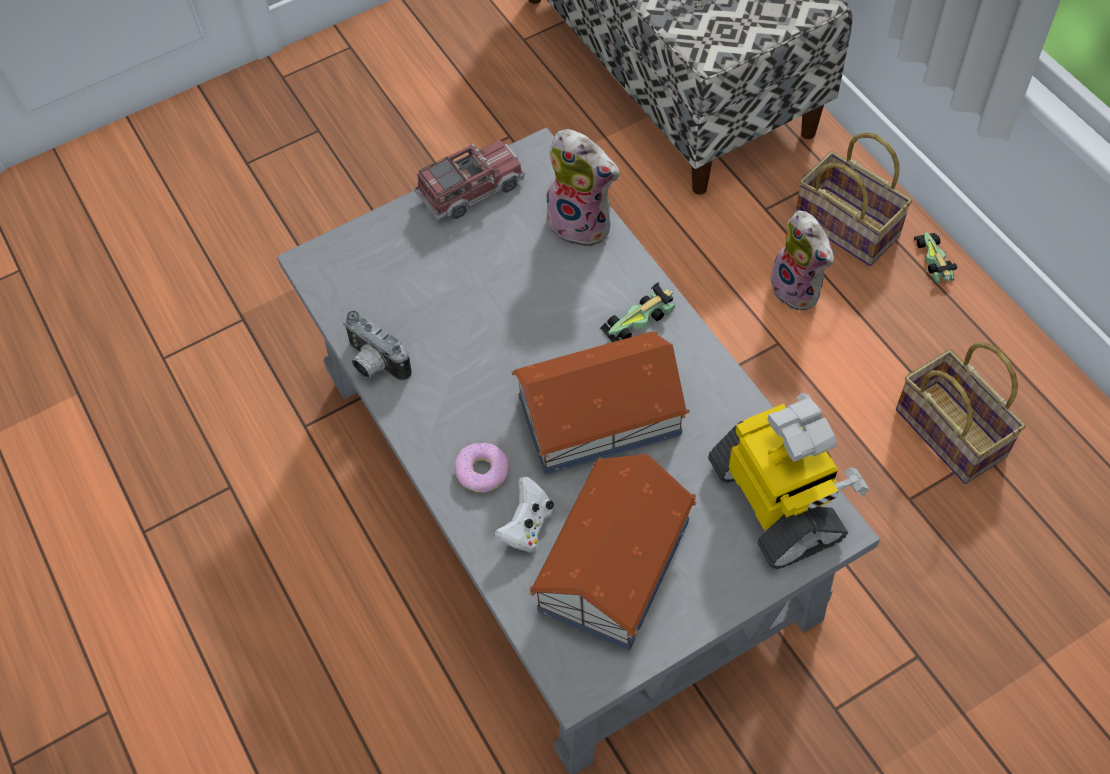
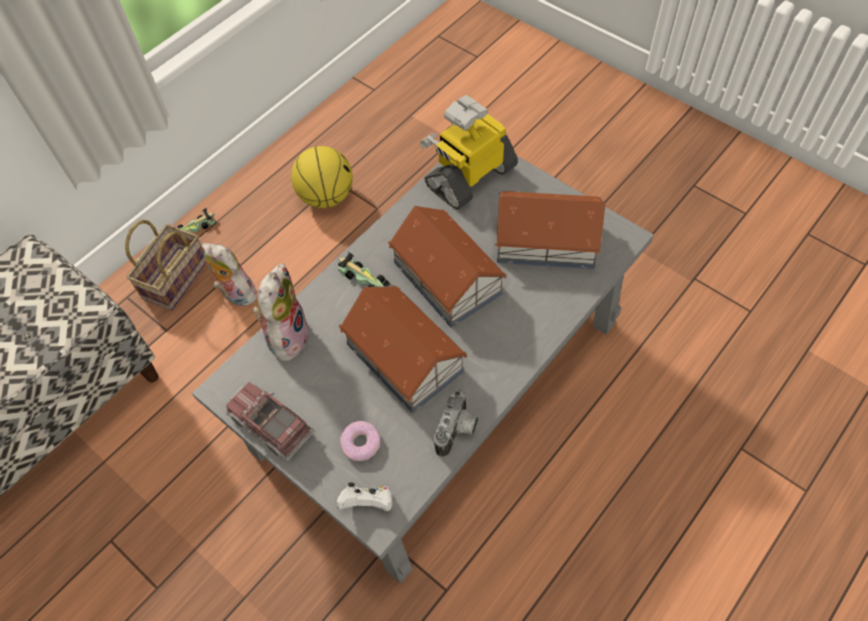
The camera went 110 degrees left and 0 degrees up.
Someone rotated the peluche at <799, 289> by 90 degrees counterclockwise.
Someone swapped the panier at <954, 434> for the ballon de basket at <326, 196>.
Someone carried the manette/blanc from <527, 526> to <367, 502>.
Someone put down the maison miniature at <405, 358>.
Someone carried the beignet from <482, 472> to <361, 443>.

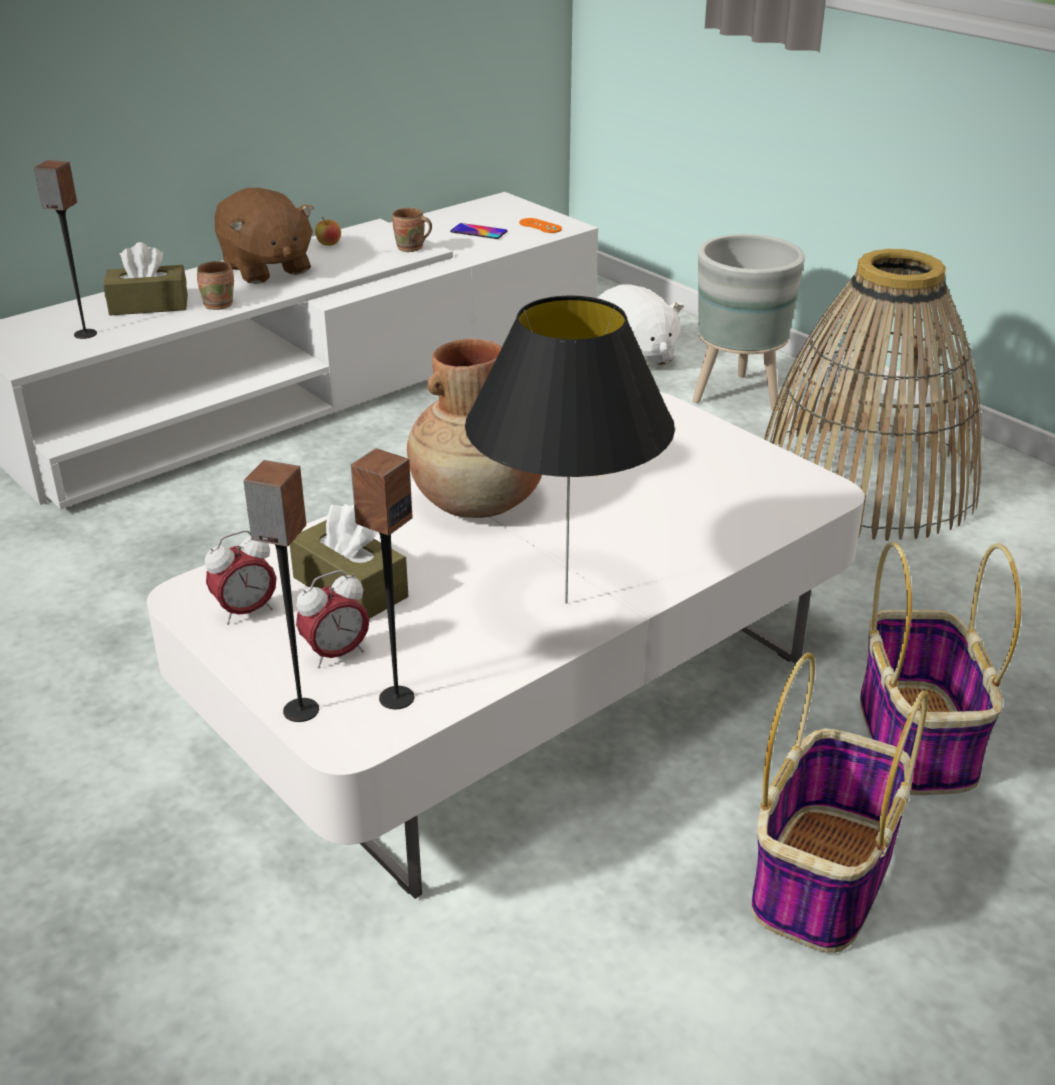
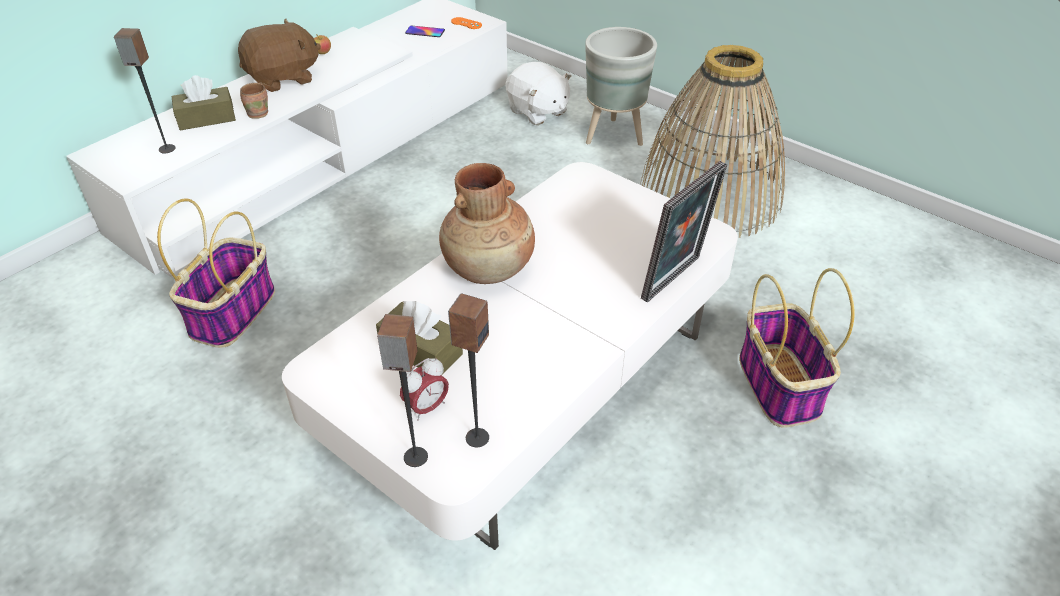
The camera went 10 degrees left and 10 degrees up.
Someone carried the panier from <823, 875> to <233, 312>.
Someone rotated the peluche/marron at <266, 269> by 75 degrees counterclockwise.
Someone put down the cadre photo at <675, 280>.
Someone took away the réveil at <246, 612>.
Someone took away the mug/marron at <411, 249>.
Someone took away the lampe de table/noir at <567, 603>.

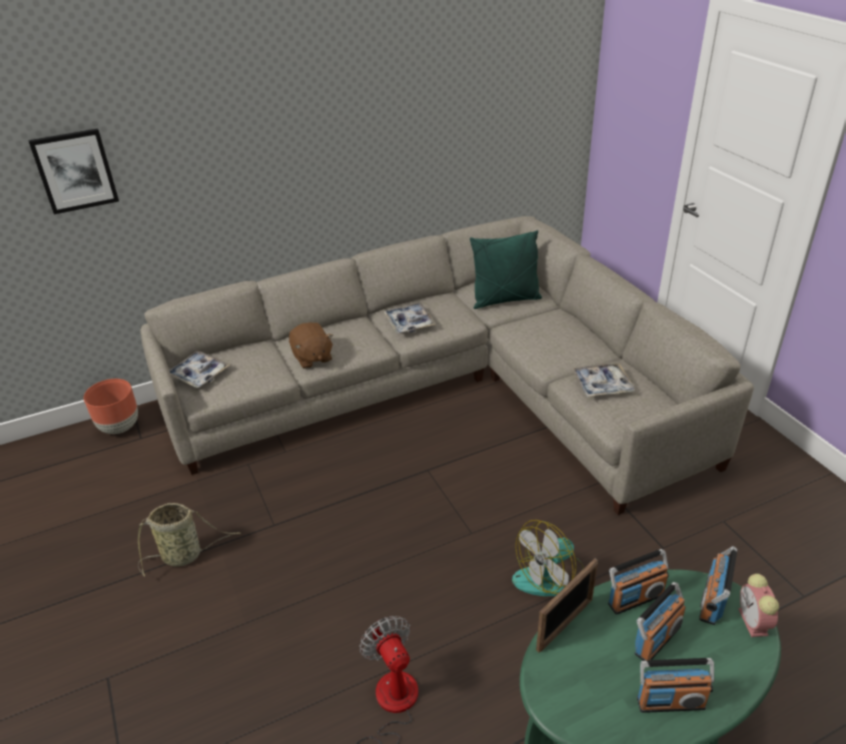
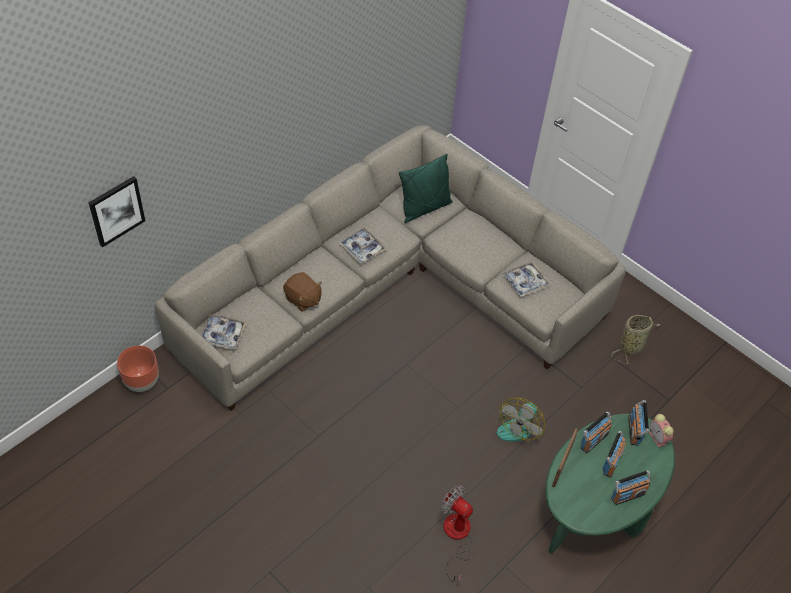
The camera went 25 degrees left and 15 degrees up.
Someone carried the panier from <185, 555> to <632, 345>.

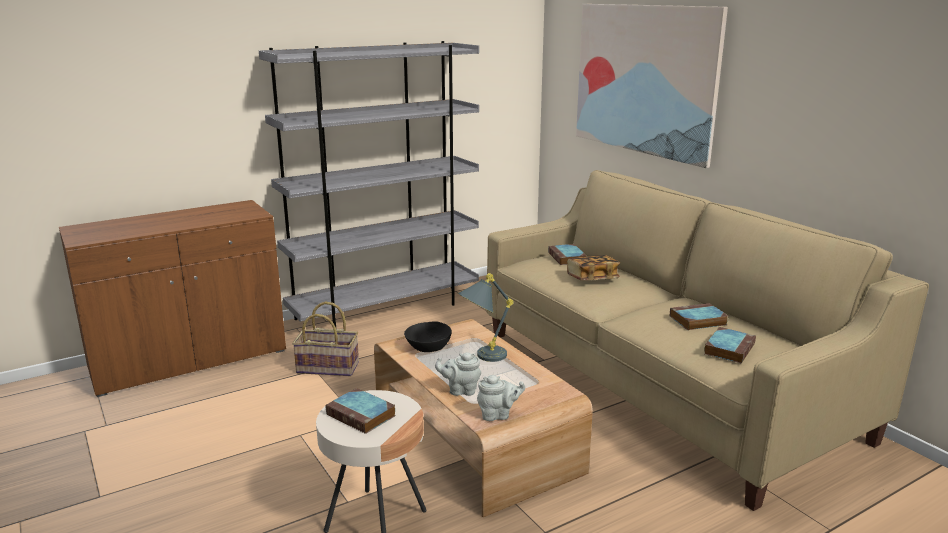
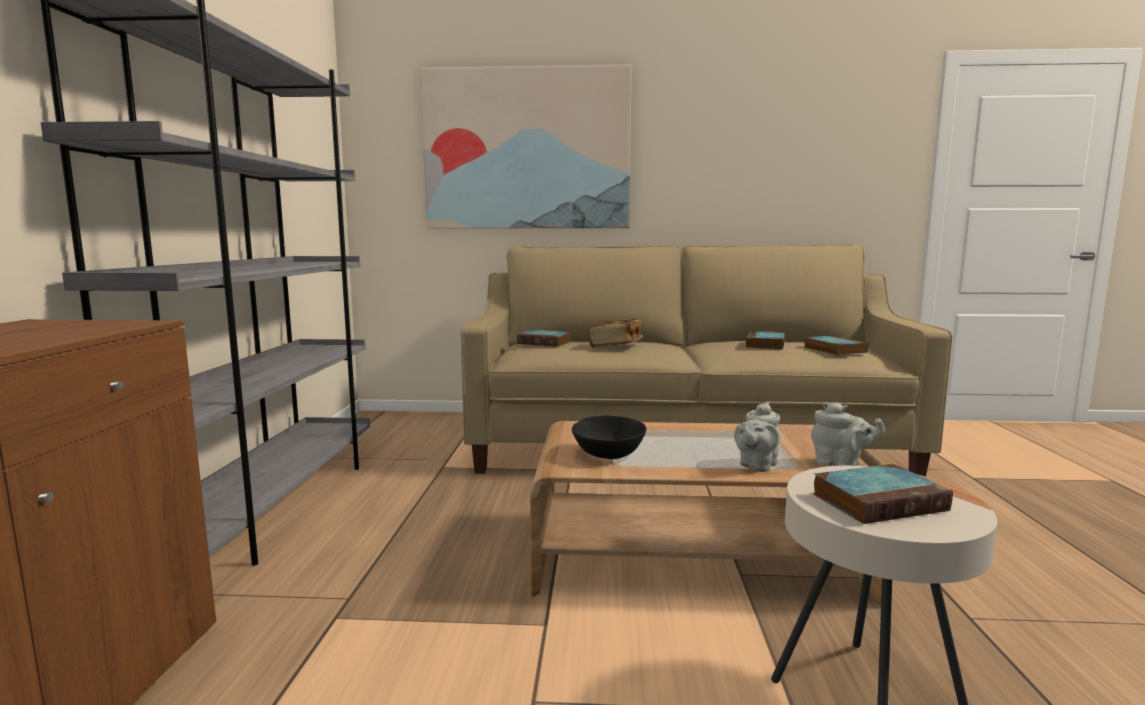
The camera went 55 degrees left and 10 degrees down.
Someone rotated the théière/gris at <498, 415> by 90 degrees clockwise.
Someone took away the panier at <328, 367>.
Someone took away the lampe de table/gris at <482, 357>.

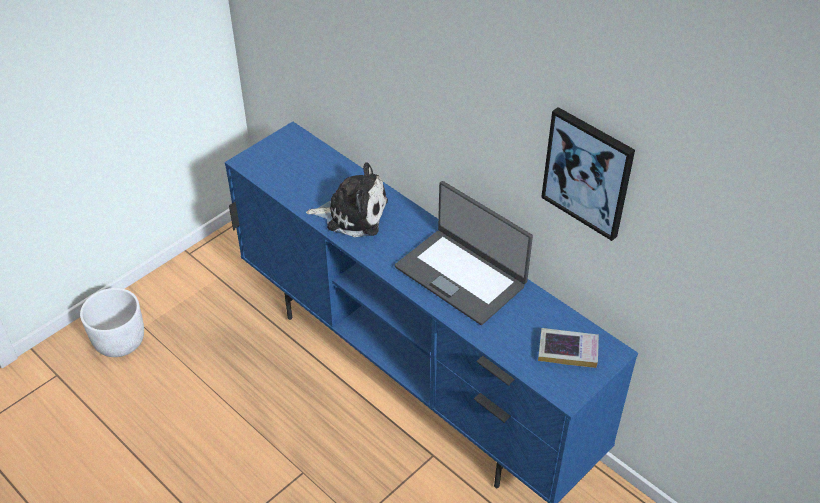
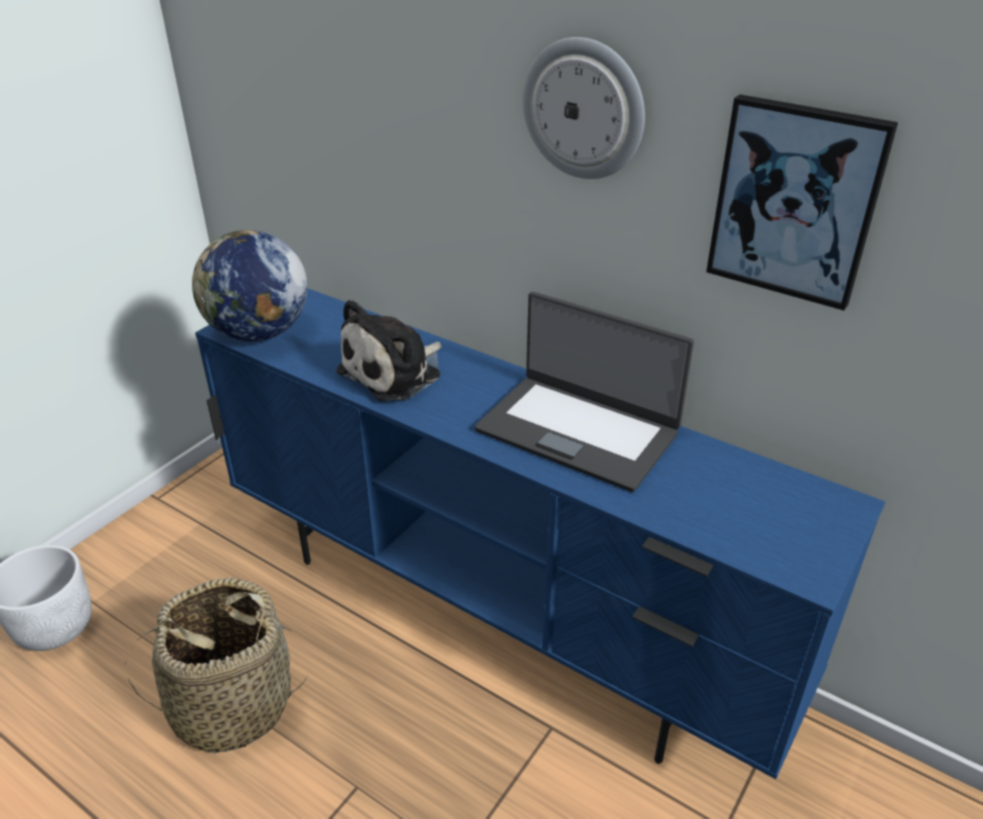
The camera went 10 degrees left and 10 degrees down.
Someone put down the panier at <232, 704>.
Someone put down the globe at <258, 333>.
Someone rotated the peluche at <353, 213> by 135 degrees clockwise.
Someone put up the horloge murale at <584, 109>.
Someone took away the livre at <568, 350>.

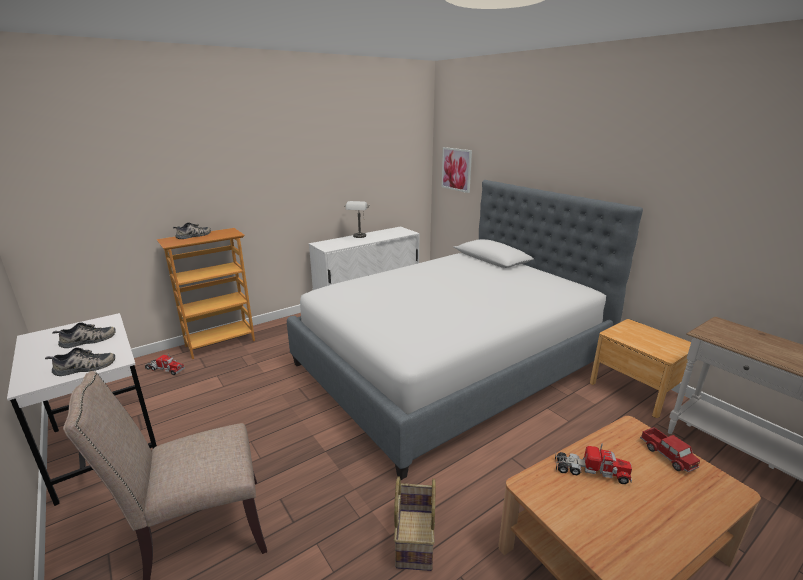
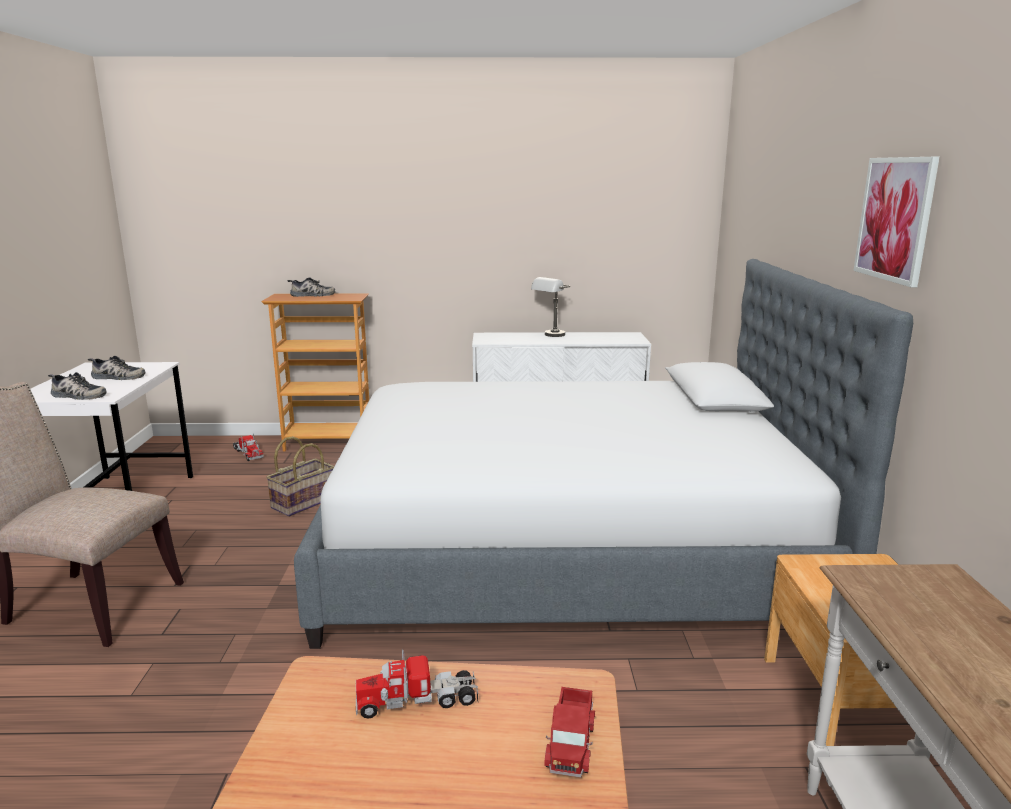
The camera went 35 degrees right and 5 degrees down.
Someone carried the panier from <414, 538> to <303, 502>.
Someone rotated the camion jouet at <590, 471> by 120 degrees clockwise.
Someone carried the tableau from <456, 169> to <895, 219>.

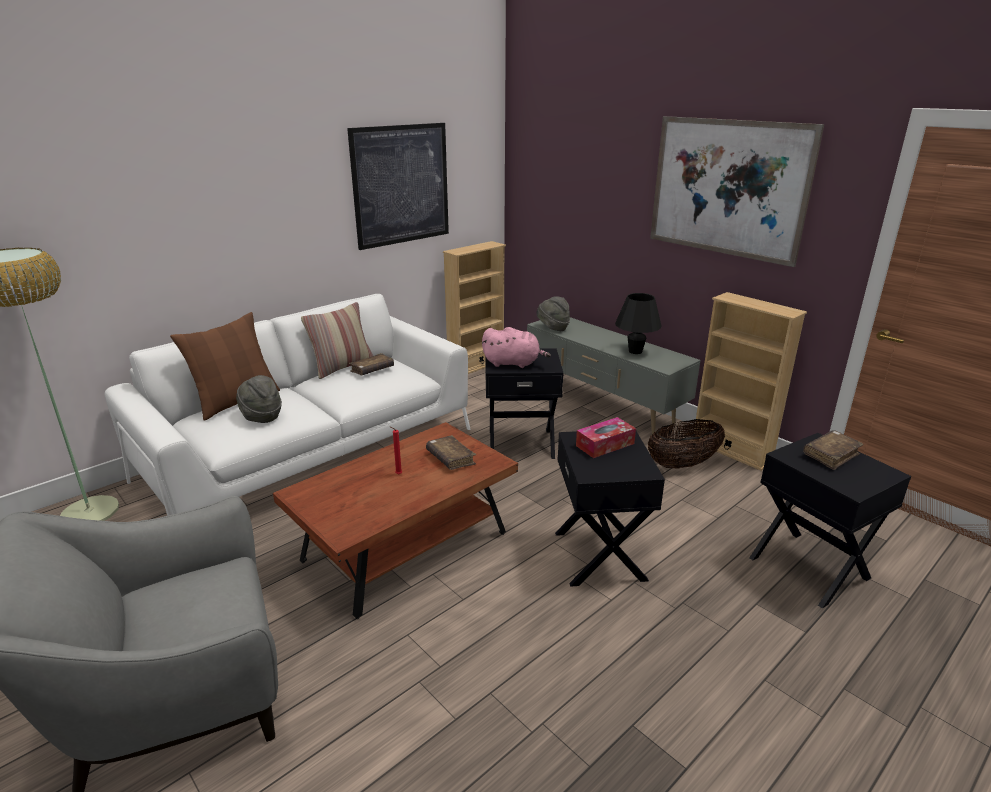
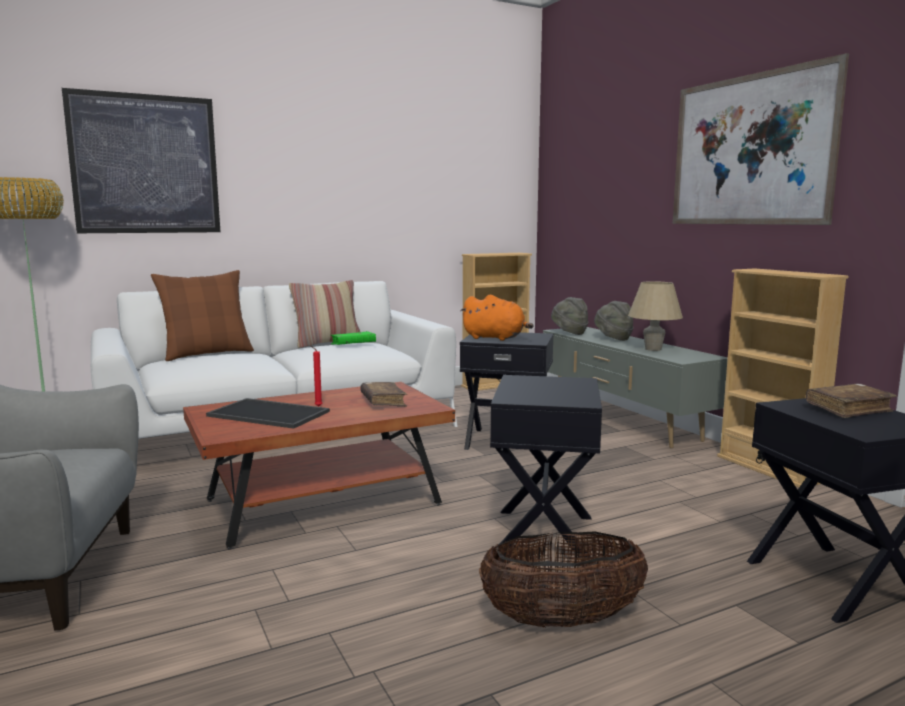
The camera went 15 degrees right and 15 degrees down.
Someone carried the tableau from <401, 185> to <145, 164>.
Someone put down the plateau at <270, 413>.
Someone repainted the livre/marron at <372, 370>, which became the livre/vert at <353, 344>.
Someone repainted the peluche/rose at <513, 363>, which became the peluche/orange at <496, 338>.
Someone carried the panier from <682, 464> to <561, 620>.
Someone carried the chapeau/gris from <261, 416> to <613, 338>.
Someone repainted the lampe de table/noir at <635, 351>, which became the lampe de table/beige at <653, 349>.
Someone took away the boîte à mouchoirs at <605, 444>.

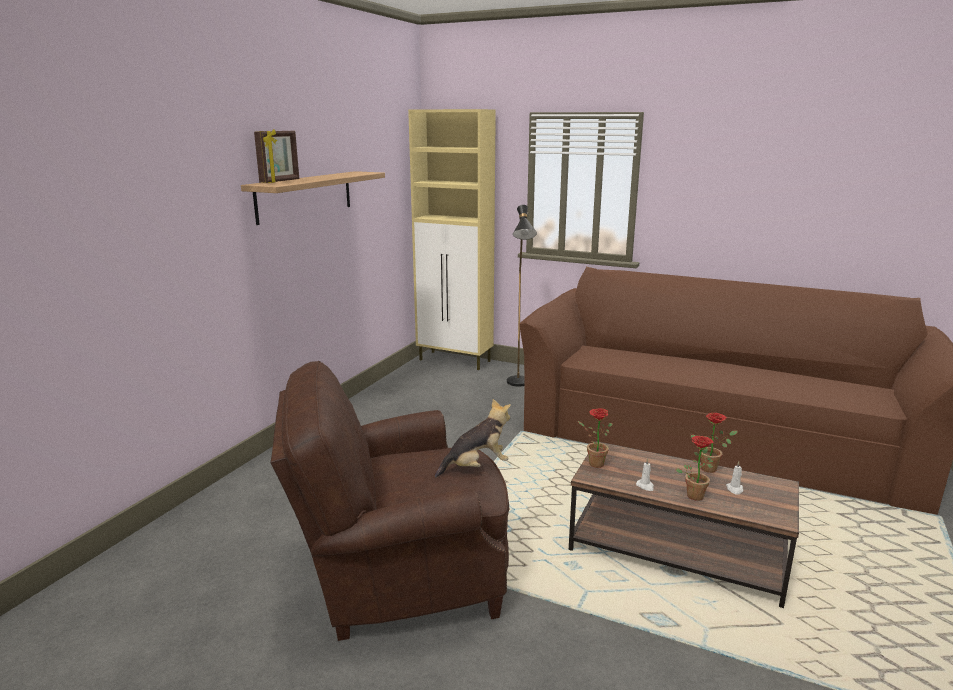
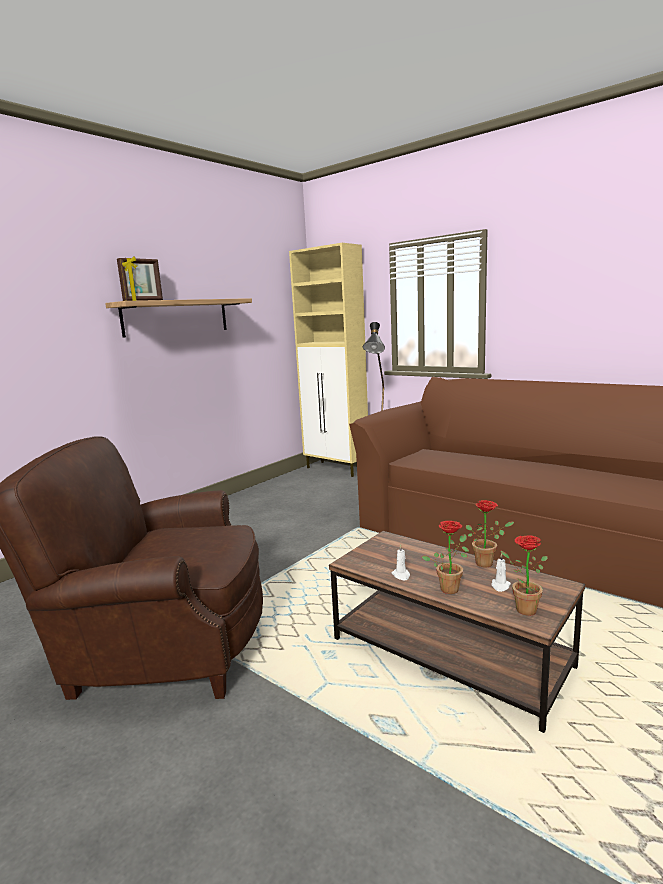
The camera went 15 degrees right and 5 degrees down.
Someone carried the plante en pot from <593, 463> to <521, 609>.
Someone took away the peluche at <476, 467>.

